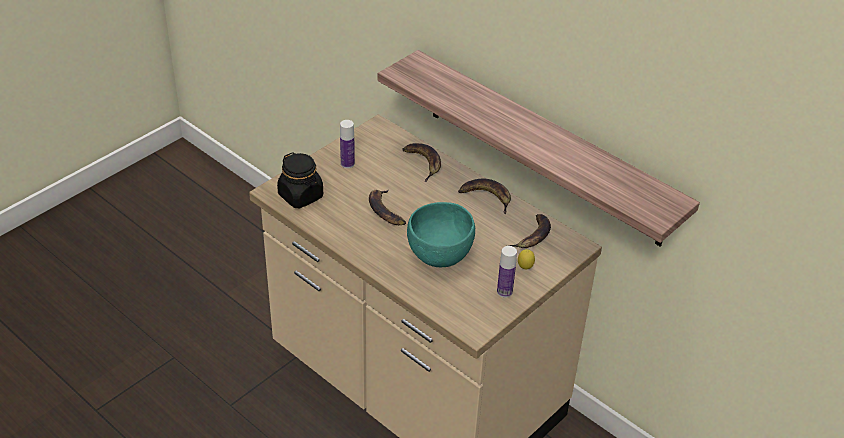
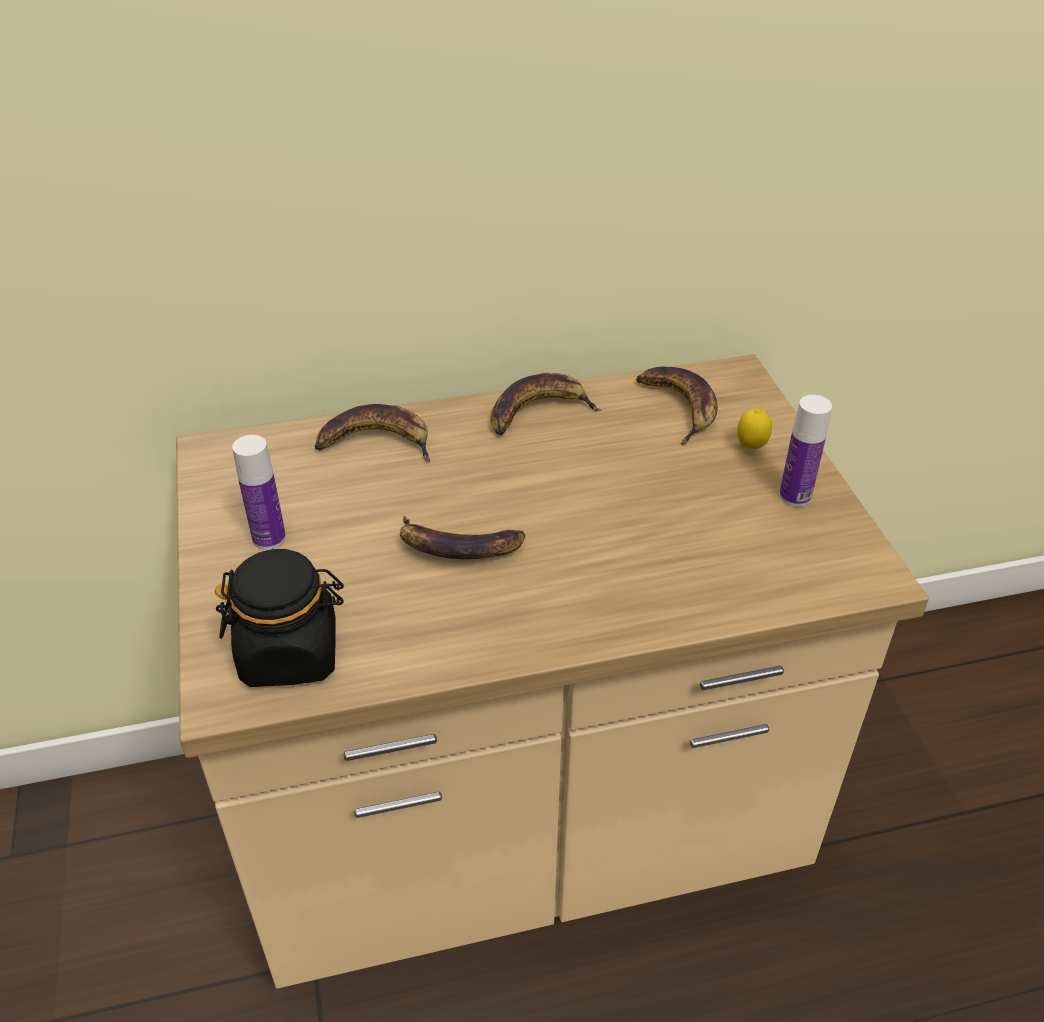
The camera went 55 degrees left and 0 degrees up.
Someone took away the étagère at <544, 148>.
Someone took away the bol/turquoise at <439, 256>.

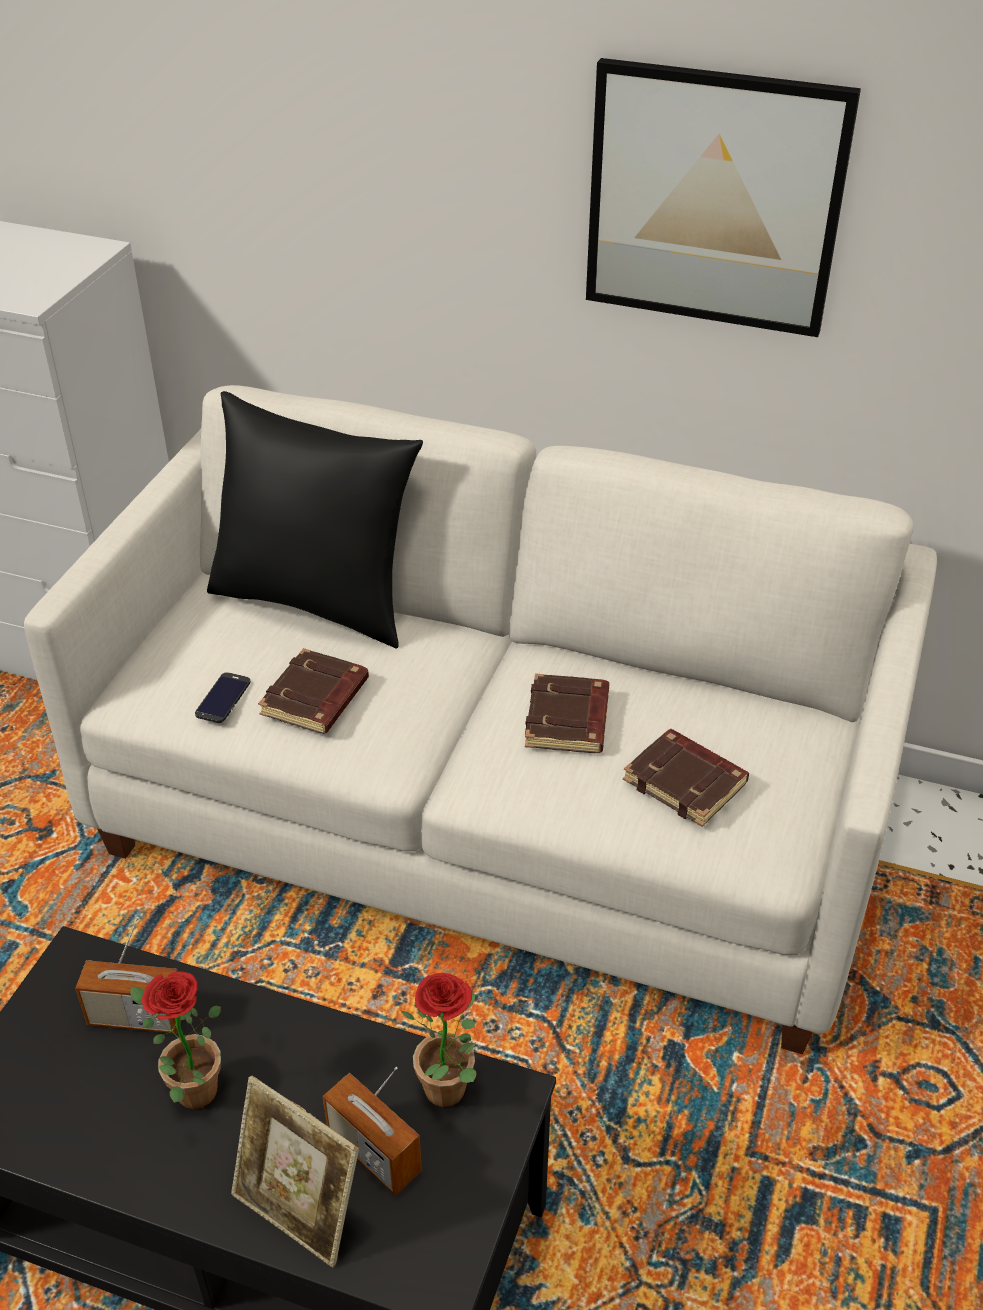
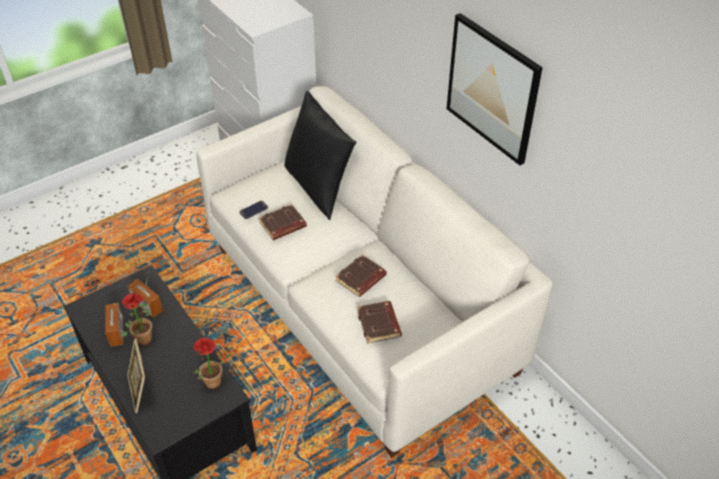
The camera went 35 degrees right and 5 degrees up.
Someone carried the radio from <374, 1153> to <117, 332>.

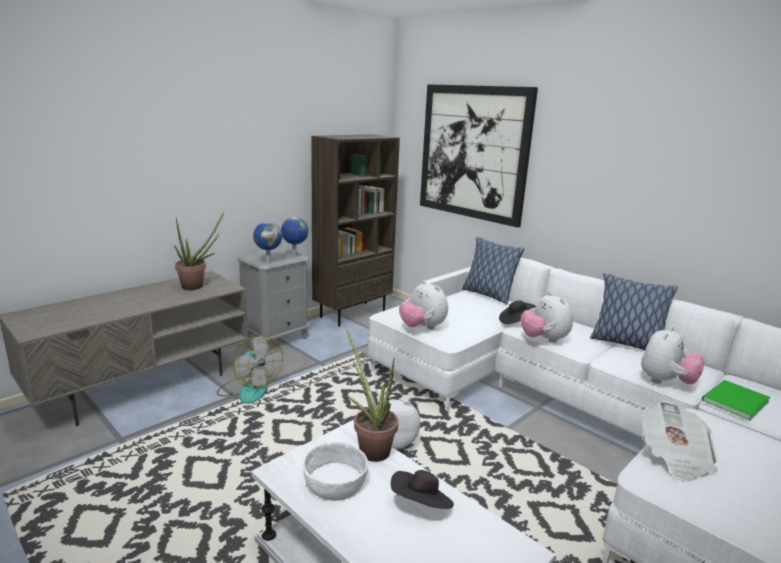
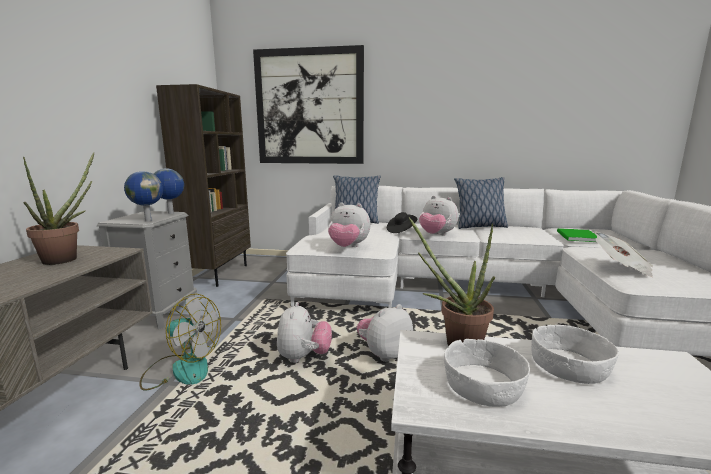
The camera went 35 degrees left and 5 degrees down.
Someone carried the peluche from <666, 382> to <304, 357>.
Someone swapped the chapeau/noir at <421, 505> for the bol/blanc at <570, 366>.

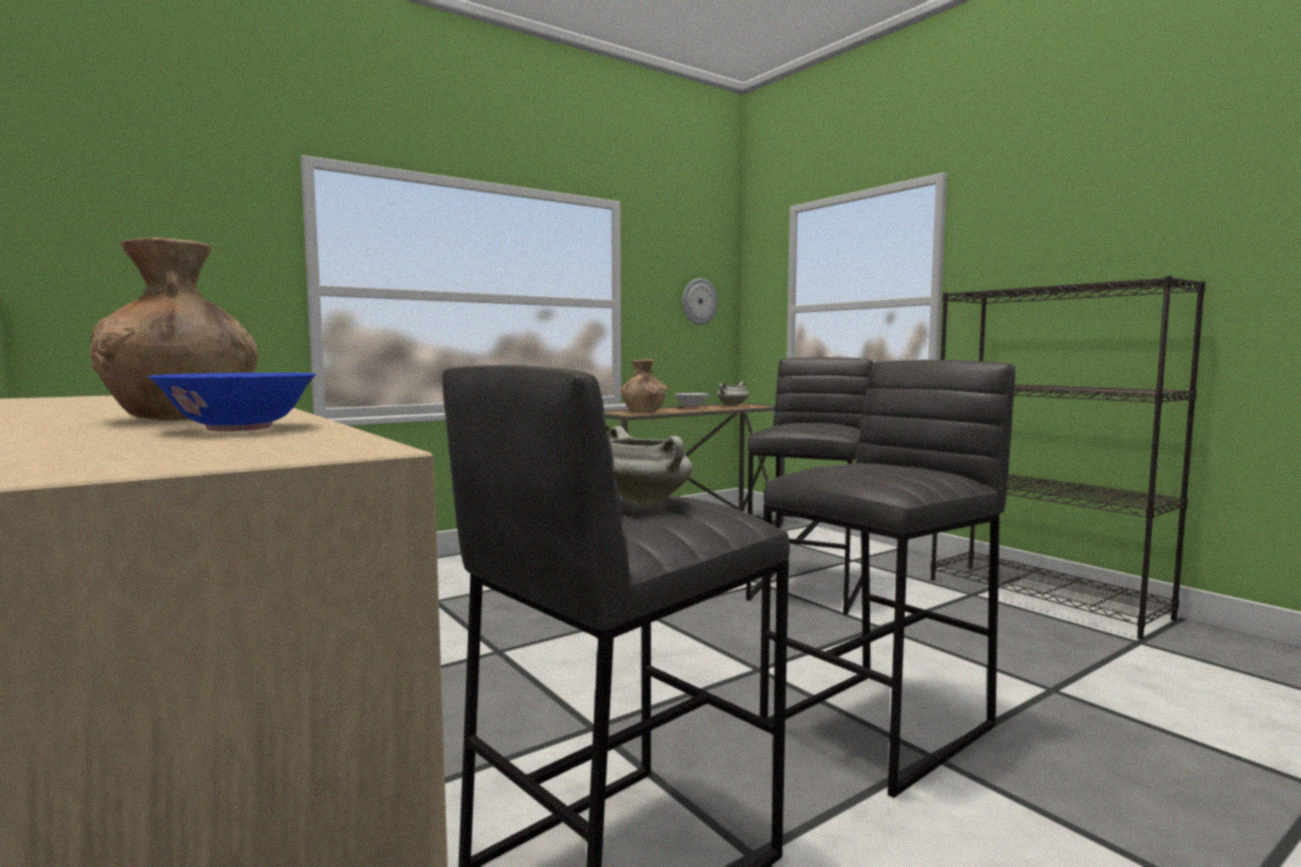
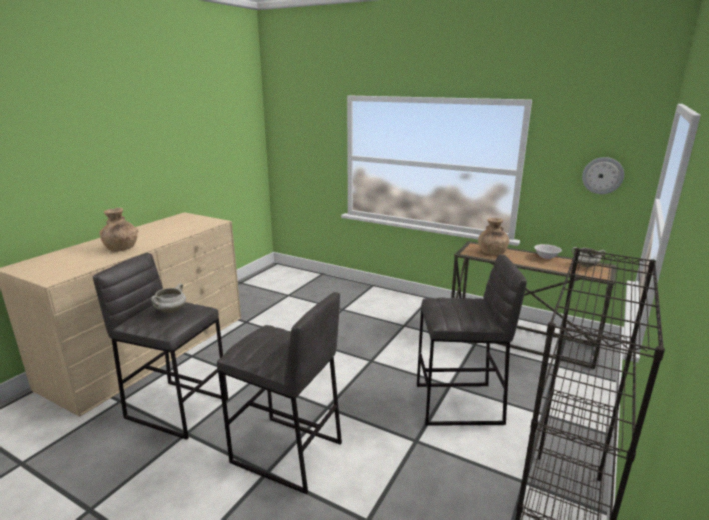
The camera went 65 degrees right and 15 degrees up.
Someone took away the bol/bleu at <240, 428>.

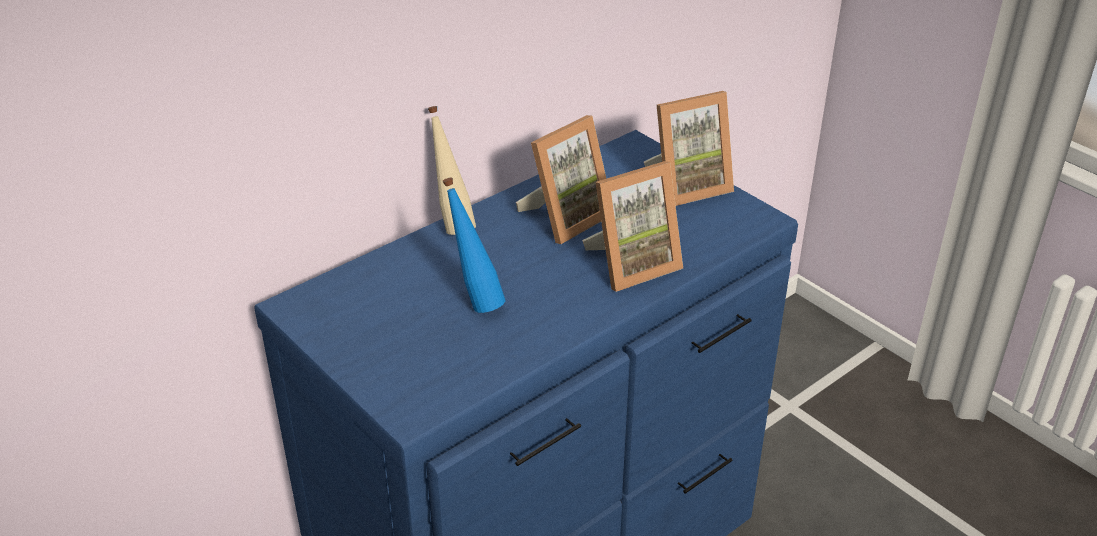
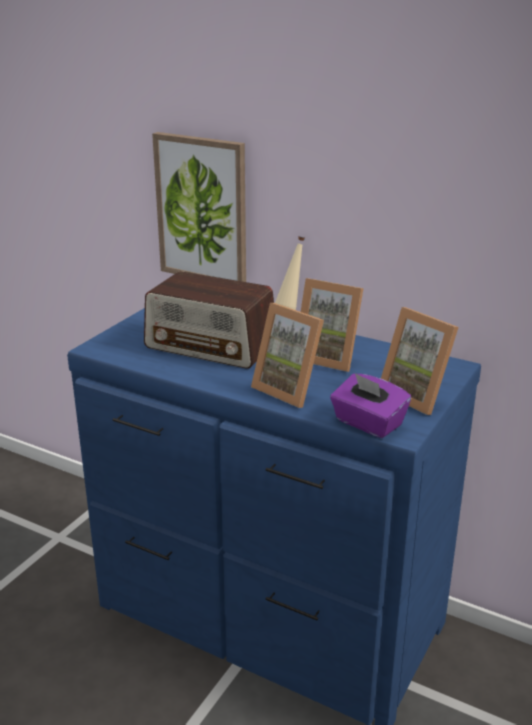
The camera went 70 degrees right and 10 degrees down.
Someone swapped the bouteille/bleu at <475, 301> for the radio at <211, 345>.
Someone put up the tableau at <202, 209>.
Someone put down the boîte à mouchoirs/violet at <368, 423>.

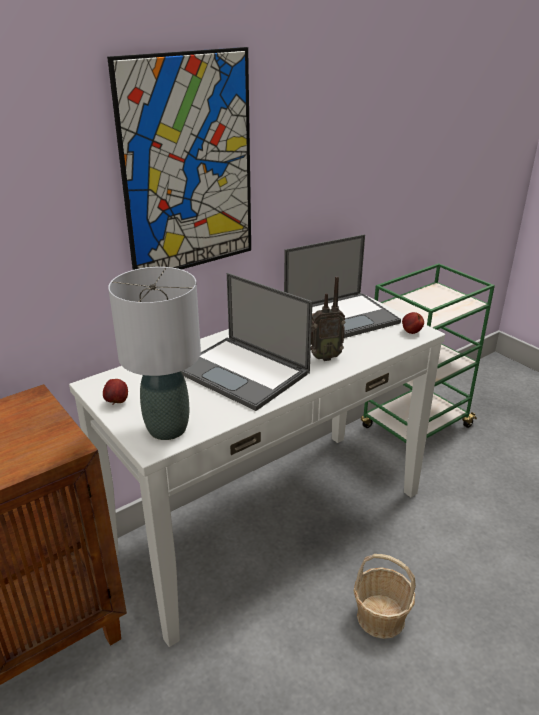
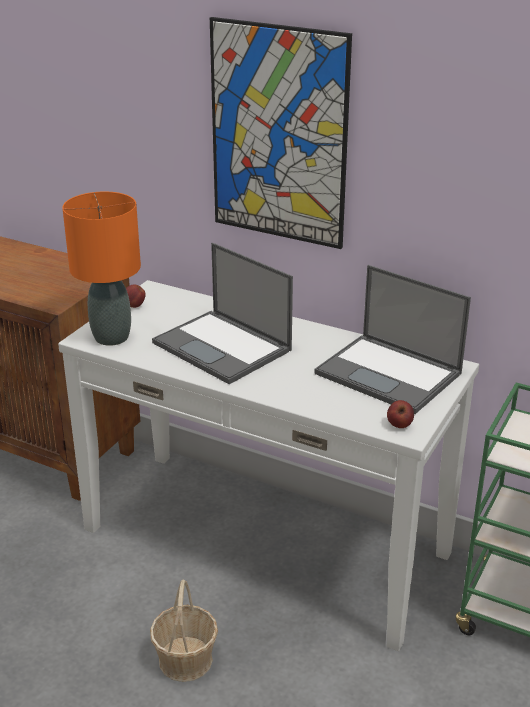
The camera went 65 degrees right and 0 degrees up.
Someone repainted the lampe de table/gris at <166, 429>, which became the lampe de table/orange at <111, 337>.
Someone rotated the ordinateur portable at <244, 372> by 60 degrees counterclockwise.
Someone took away the radio at <323, 357>.

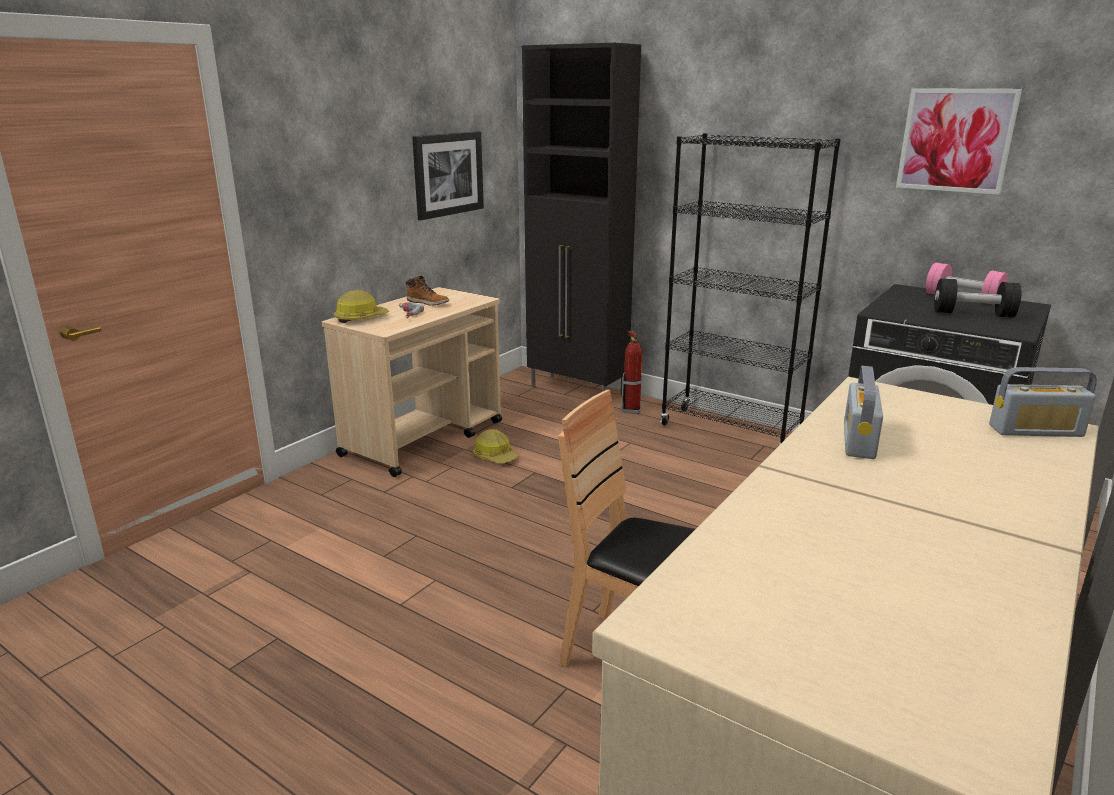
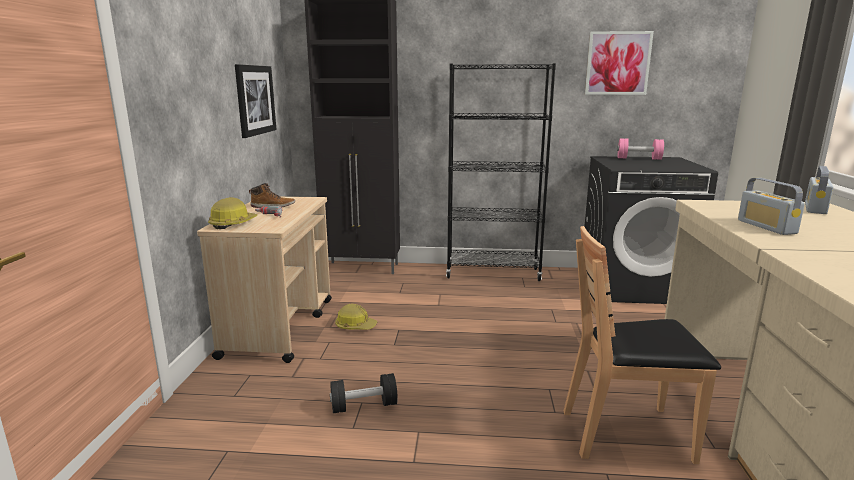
The camera went 30 degrees left and 5 degrees down.
Someone carried the haltère/noir from <972, 314> to <364, 406>.
Someone rotated the radio at <1035, 431> by 150 degrees clockwise.
Someone took away the extincteur at <631, 410>.

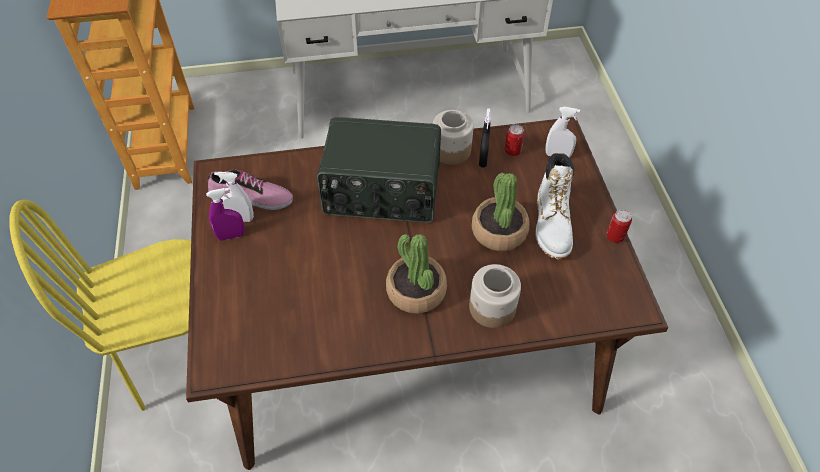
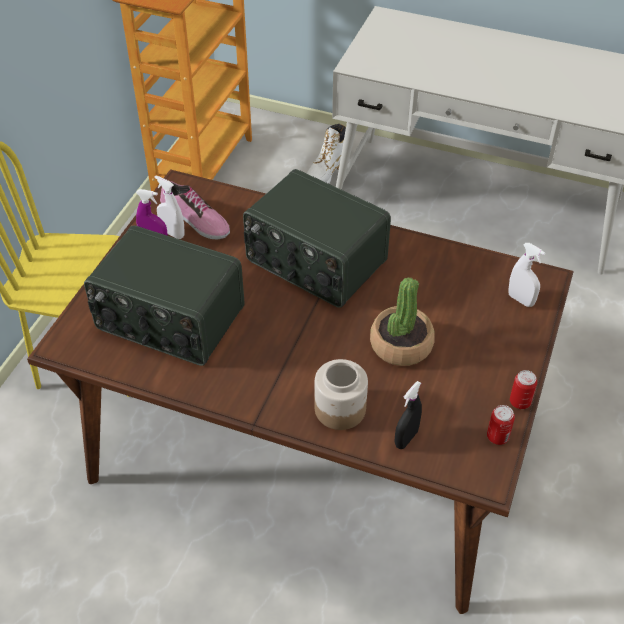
The camera went 30 degrees right and 5 degrees down.
Someone put down the radio at <169, 320>.
Someone carried the botte/blanc from <552, 225> to <325, 174>.
Someone carried the vaporisateur/noir from <483, 159> to <406, 438>.
Someone carried the boîte métallique from <512, 151> to <497, 437>.
Someone took away the plante en pot at <416, 291>.
Someone took away the bocal at <450, 150>.

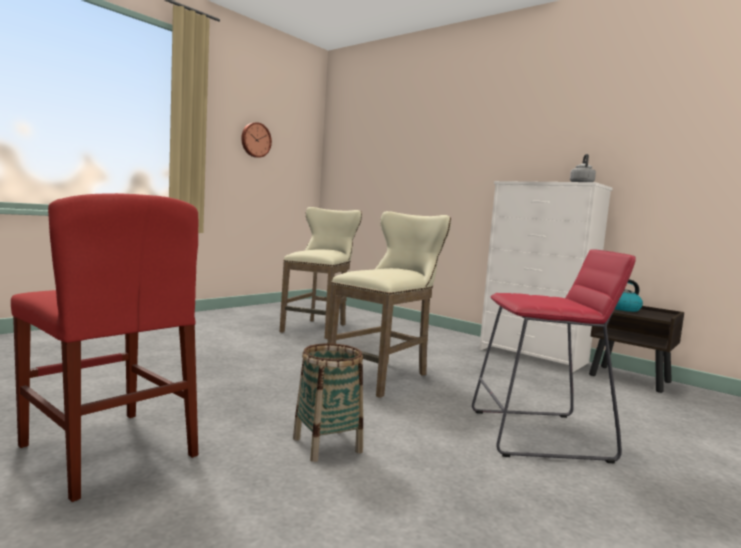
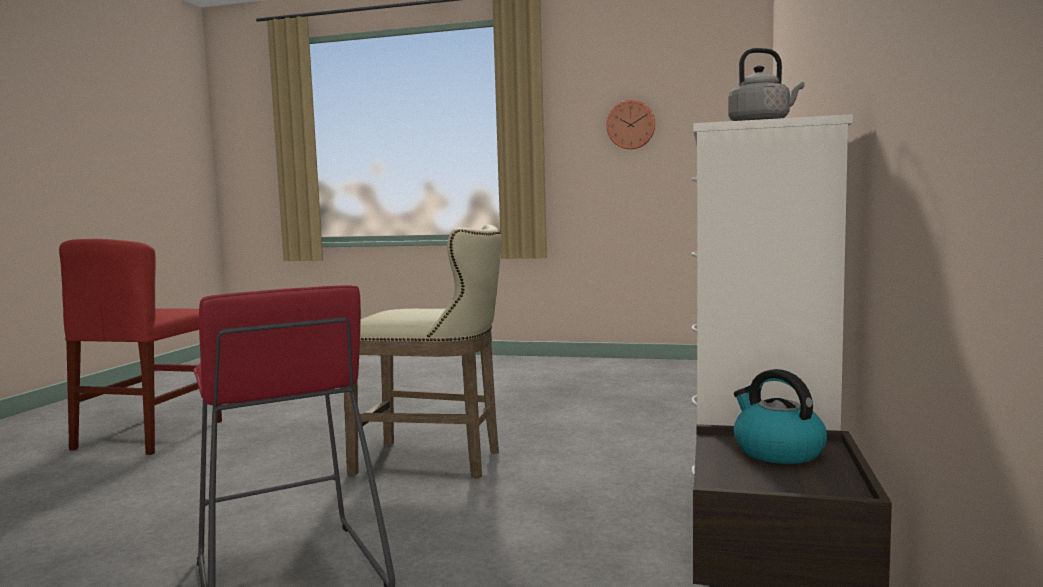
The camera went 65 degrees right and 0 degrees up.
Someone took away the tabouret/beige at <318, 328>.
Someone took away the panier at <327, 445>.

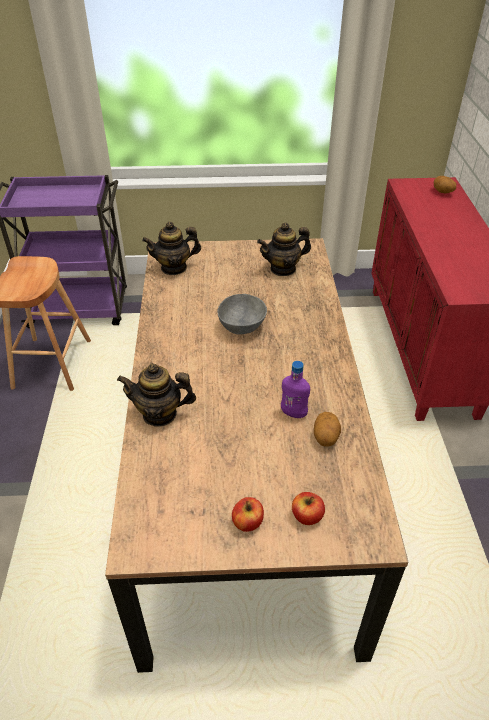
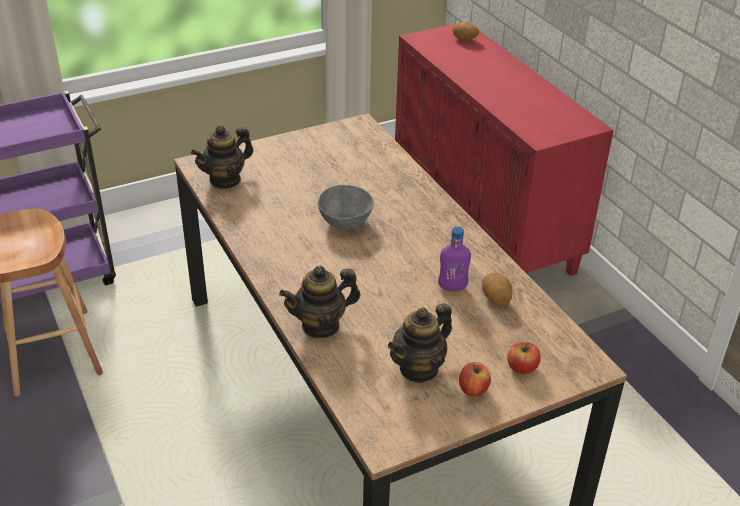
The camera went 25 degrees left and 5 degrees down.
Someone carried the théière from <283, 269> to <419, 368>.

